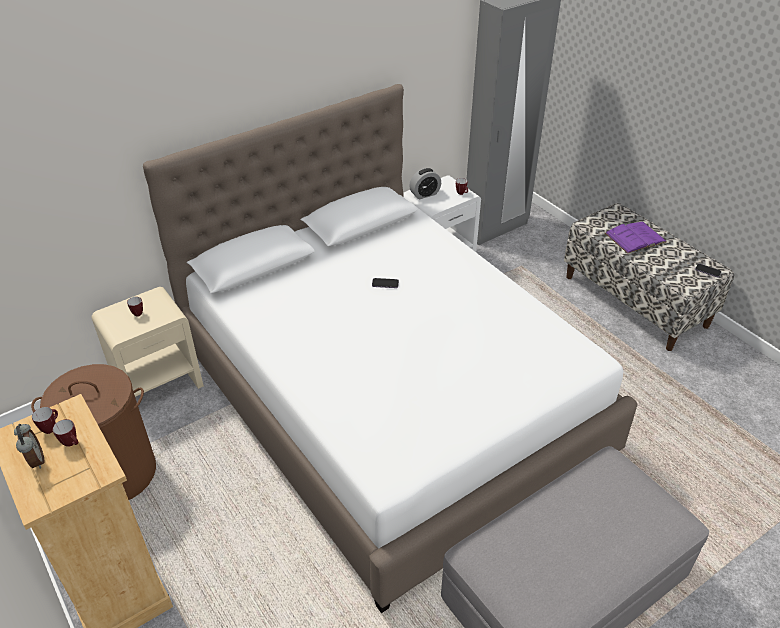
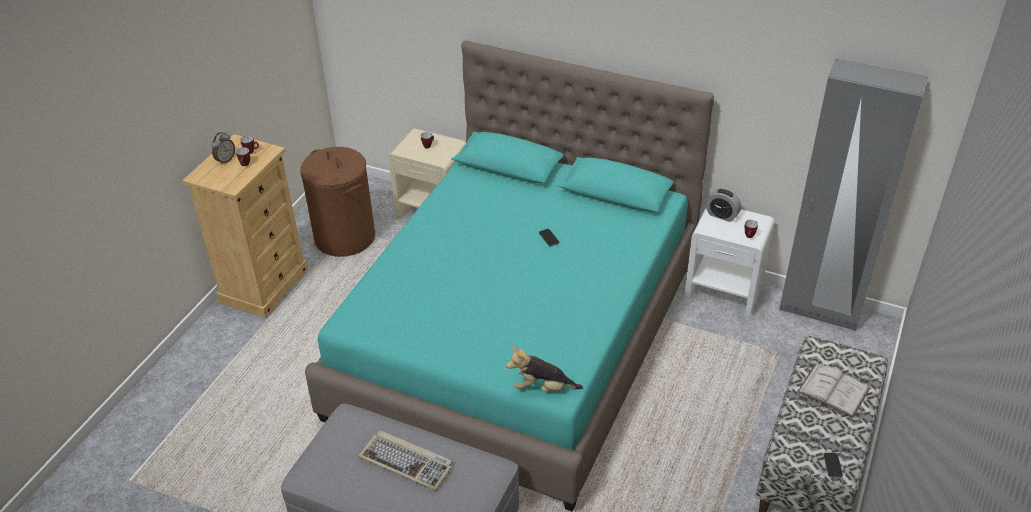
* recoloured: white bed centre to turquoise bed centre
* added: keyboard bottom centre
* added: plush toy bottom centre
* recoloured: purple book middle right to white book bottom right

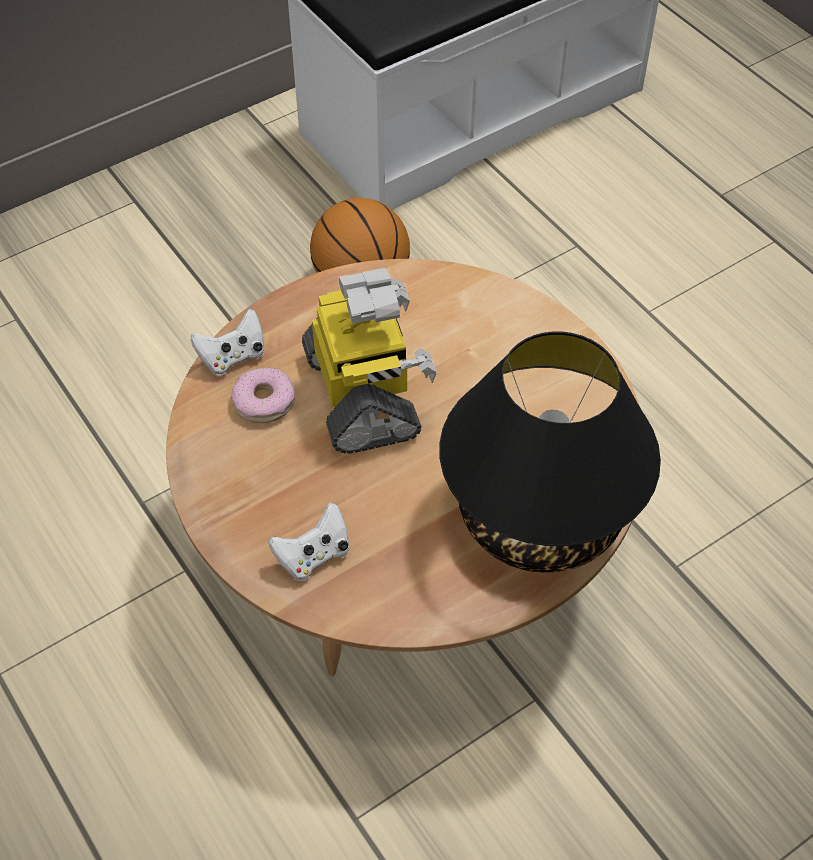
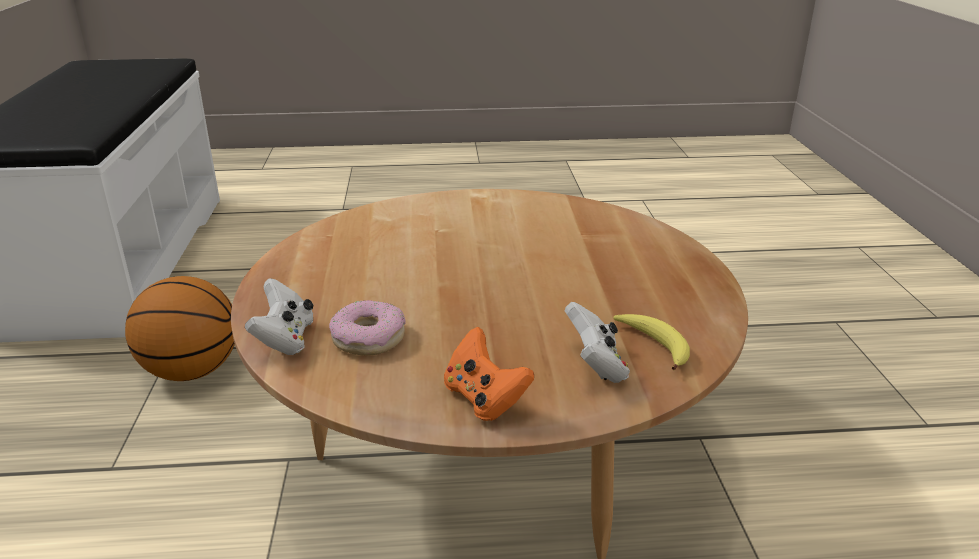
* added: orange game controller bottom centre
* added: banana centre
* removed: toy robot centre
* removed: black table lamp middle right

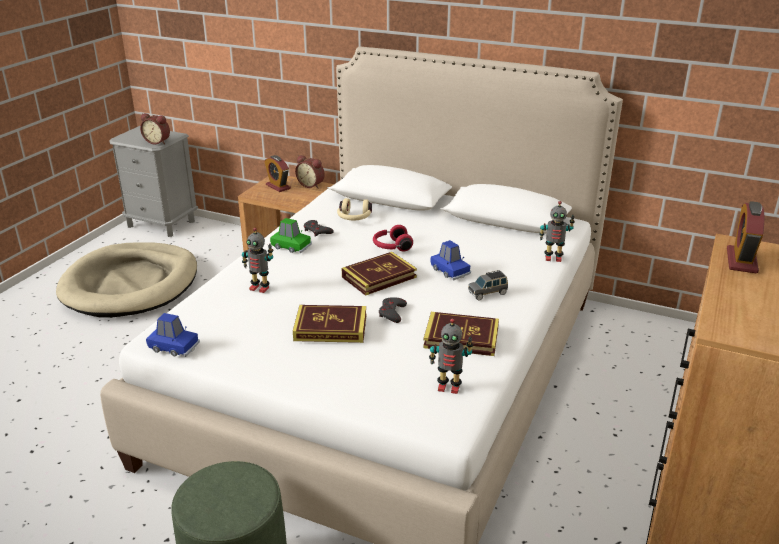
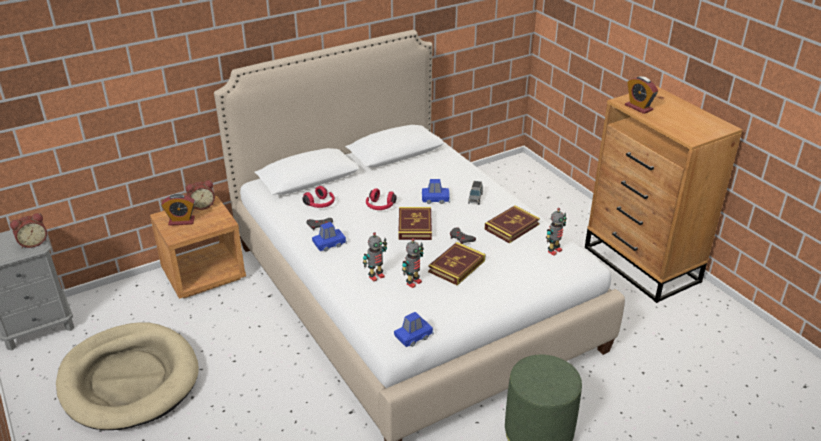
* recoloured: beige headphones centre to red headphones (1st from left) centre
* recoloured: green toy car centre to blue toy car (1st from left) centre
* moved: toy robot (3rd from left in the first image) middle right to toy robot (2nd from left) centre

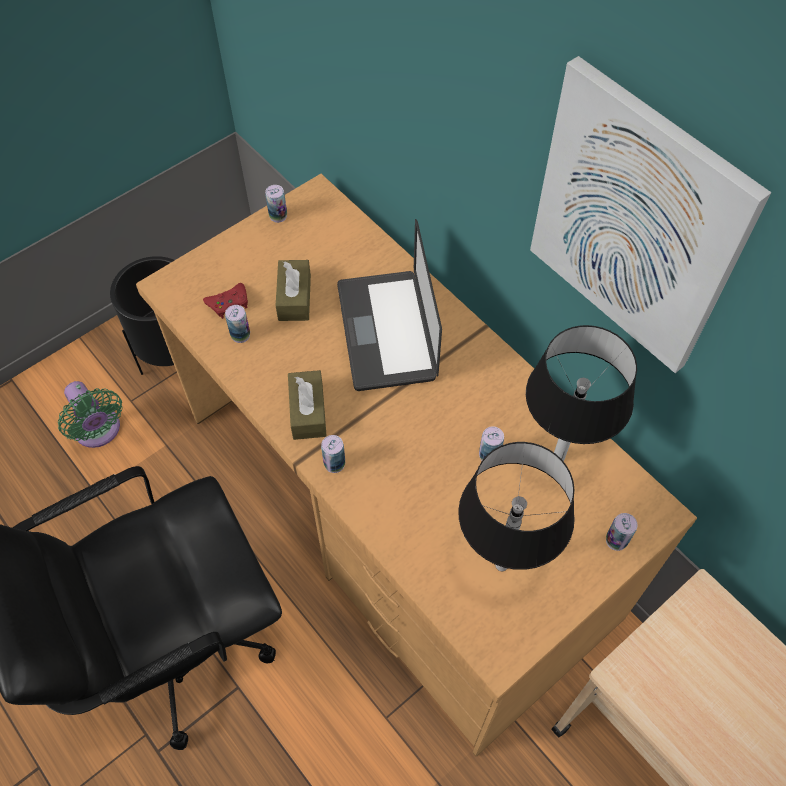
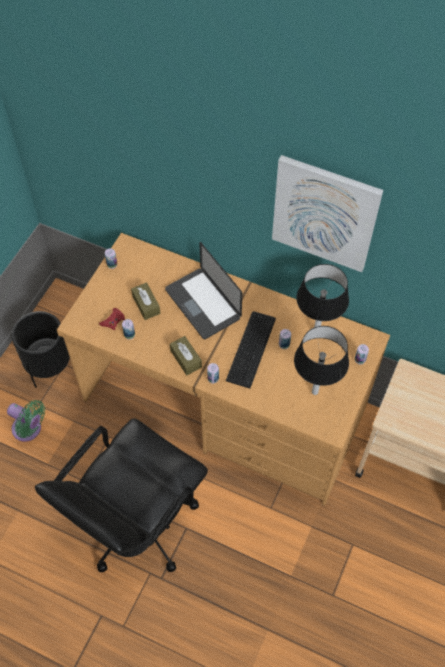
* added: keyboard centre

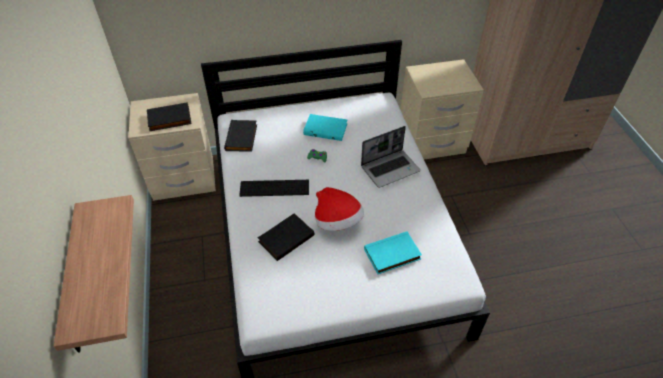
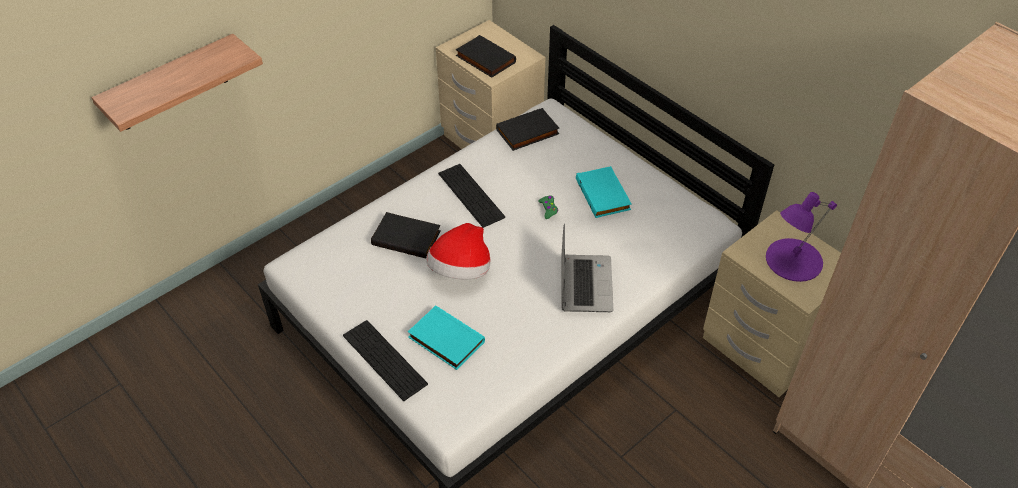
* added: keyboard (1st from left) bottom centre
* turned: laptop centre = centre 120 degrees counterclockwise
* added: purple table lamp middle right

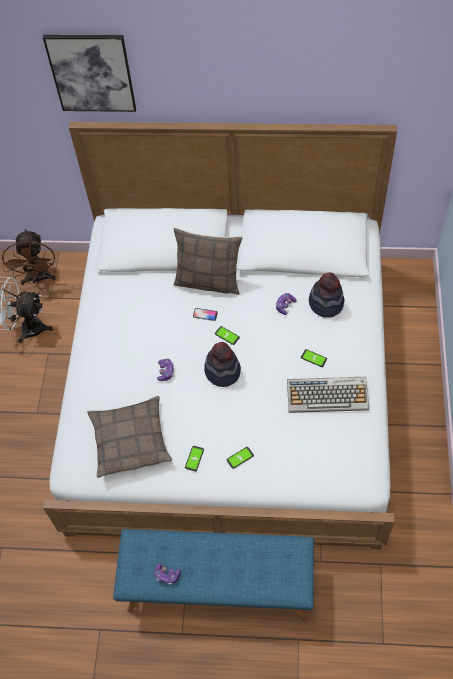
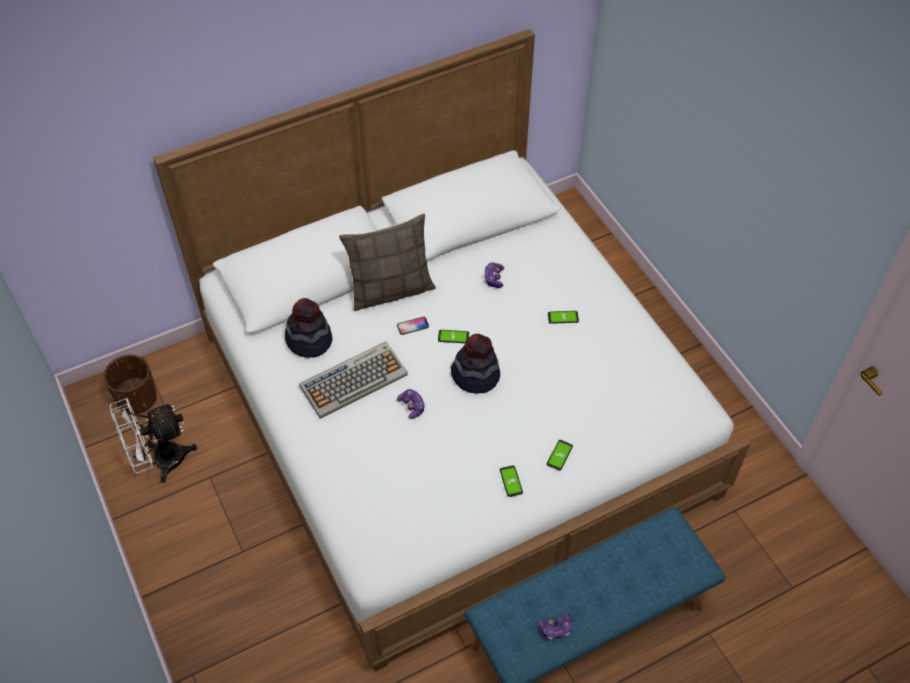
* replaced: brown fan middle left to brown planter middle left
* moved: hat (2nd from left in the first image) middle right to hat (1st from left) centre
* moved: keyboard middle right to centre
* removed: picture top left
* removed: pillow (1st from left) middle left

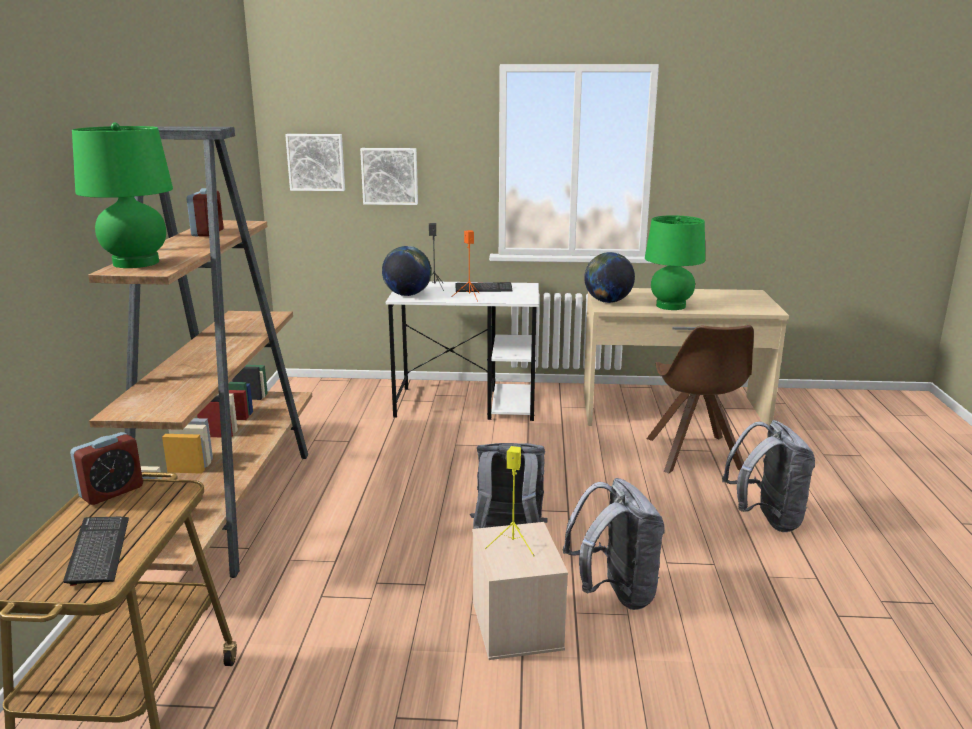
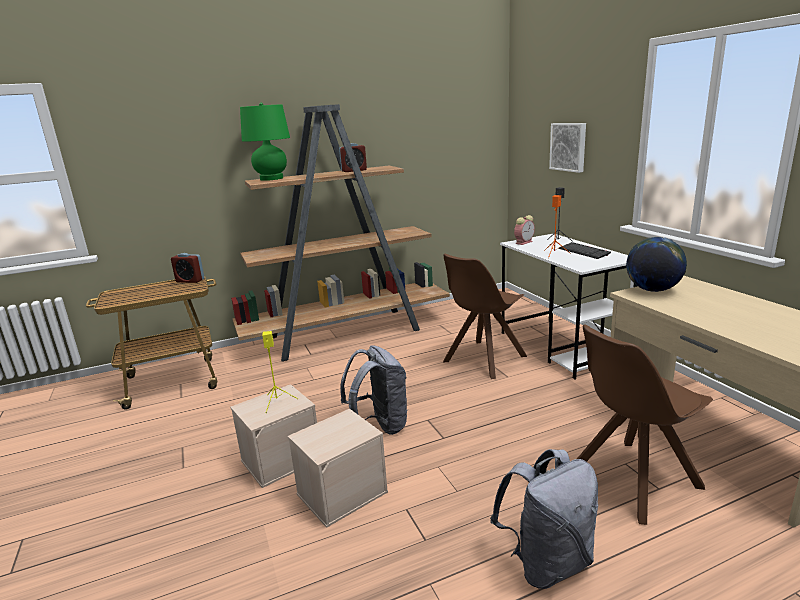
* replaced: grey backpack (2nd from left) bottom centre to beige storage box (2nd from left) bottom centre
* added: brown chair (1st from left) centre
* replaced: globe (1st from left) centre to alarm clock (3rd from left) centre
* removed: keyboard (1st from left) bottom left
* removed: picture (1st from left) top left
* removed: green table lamp (2nd from left) middle right

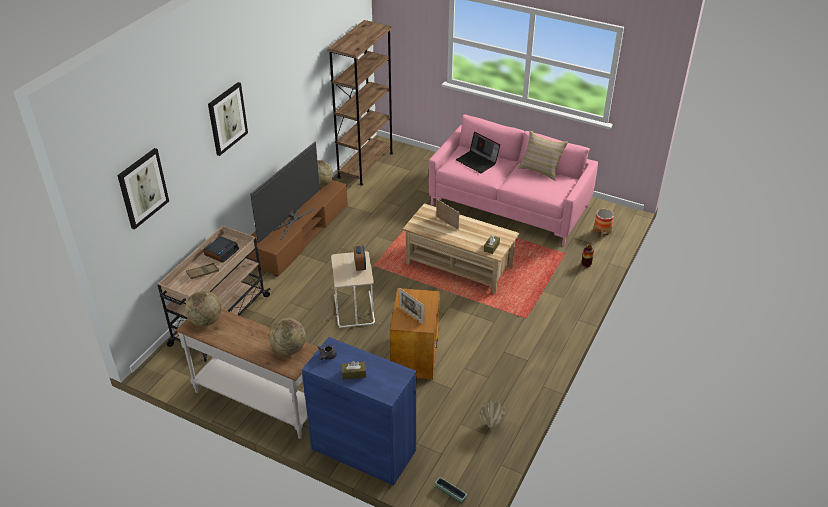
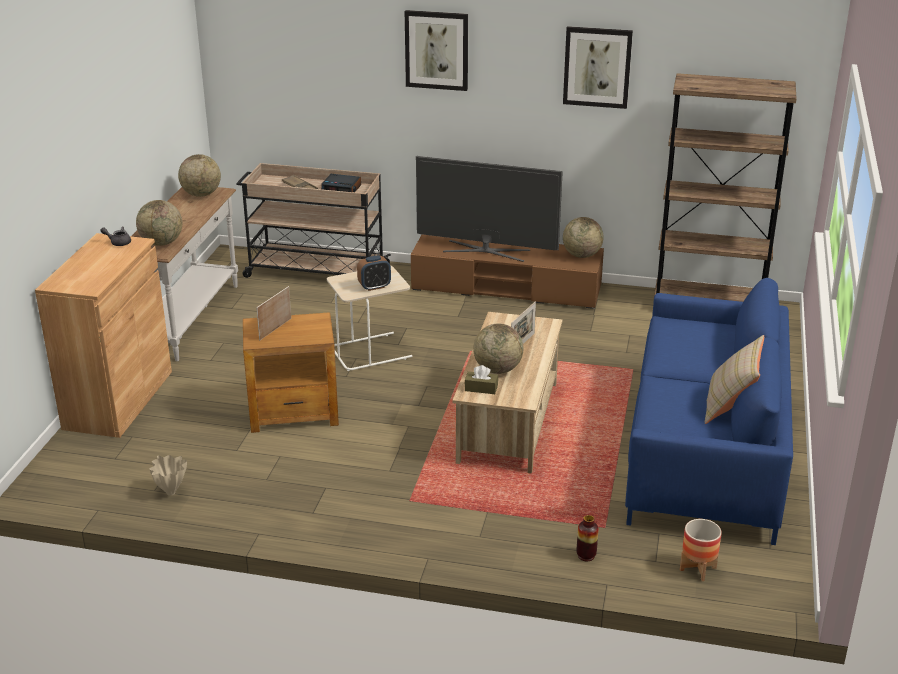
* recoloured: blue cabinet bottom centre to brown cabinet middle left
* added: globe (3rd from left) centre
* moved: picture (1st from left in the first image) middle left to picture (2nd from left) top centre
* recoloured: pink sofa centre to blue sofa middle right
* removed: brown tissue box (1st from left) bottom centre
* removed: planter (1st from left) bottom centre
* removed: laptop top centre

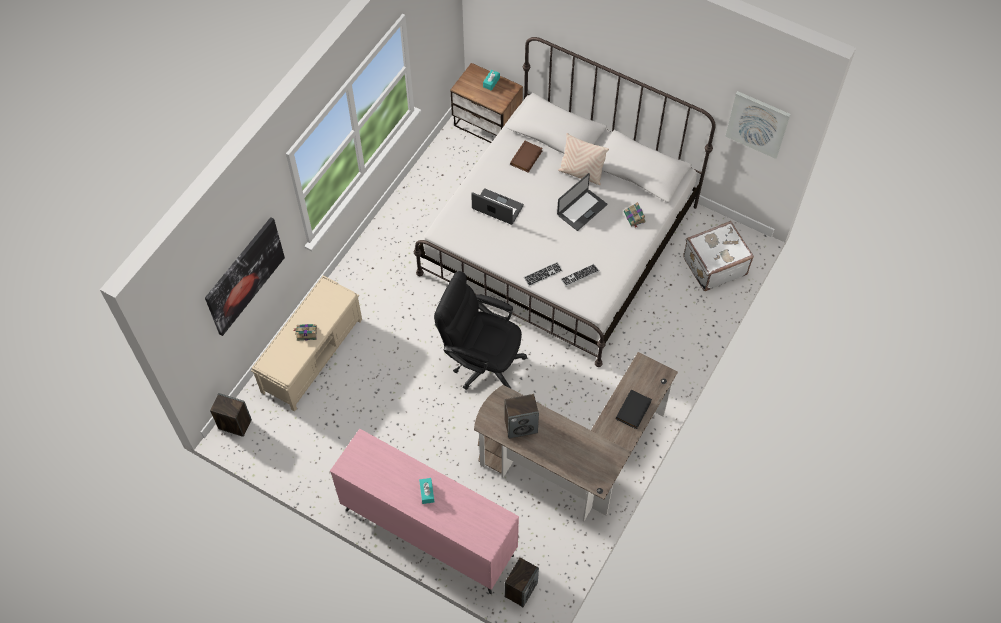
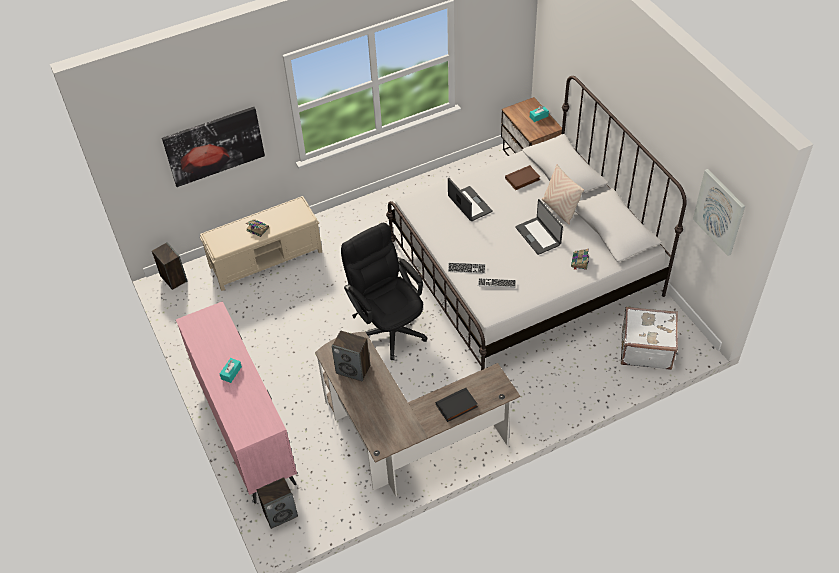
* turned: laptop (2nd from left) top centre = centre 75 degrees clockwise

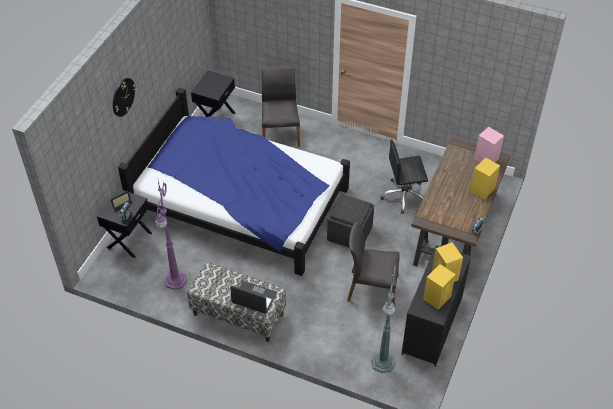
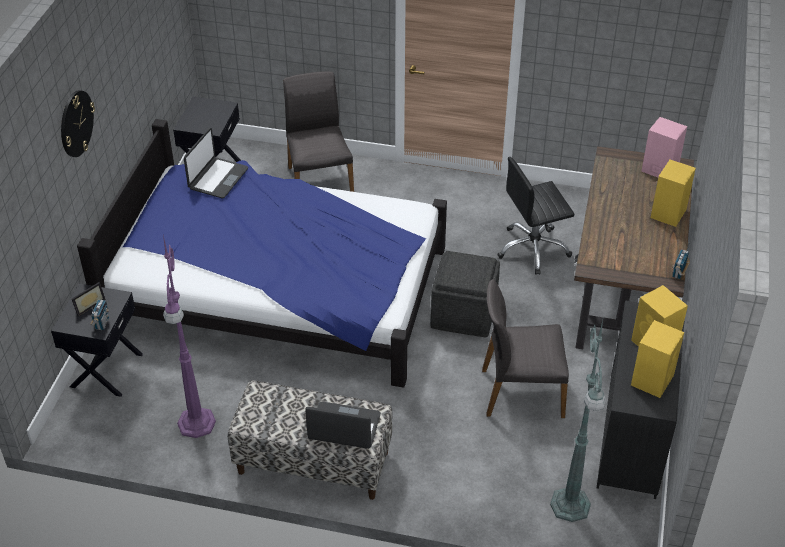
* added: laptop (1st from left) top left

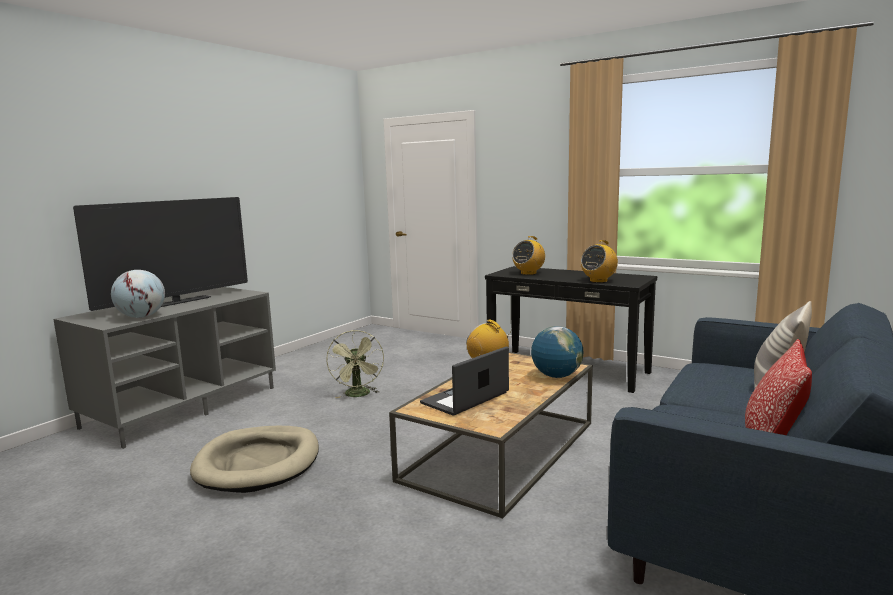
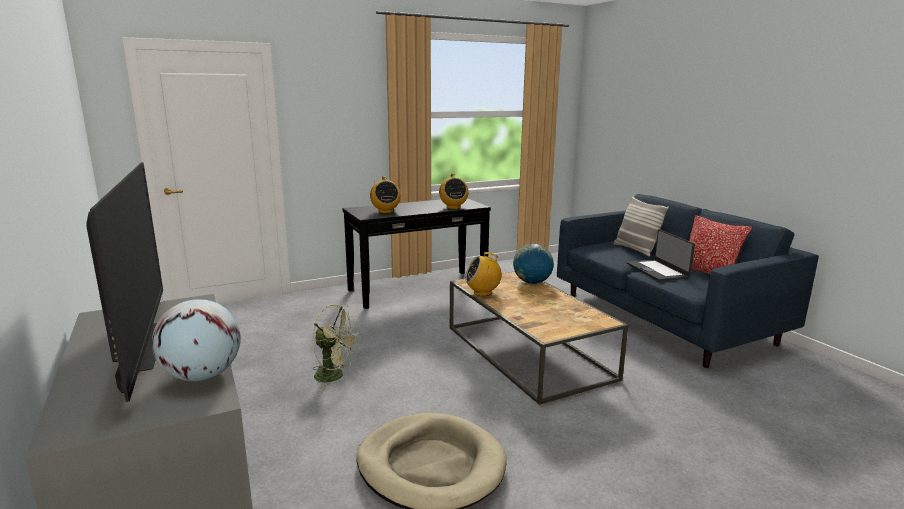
* moved: laptop centre to middle right

